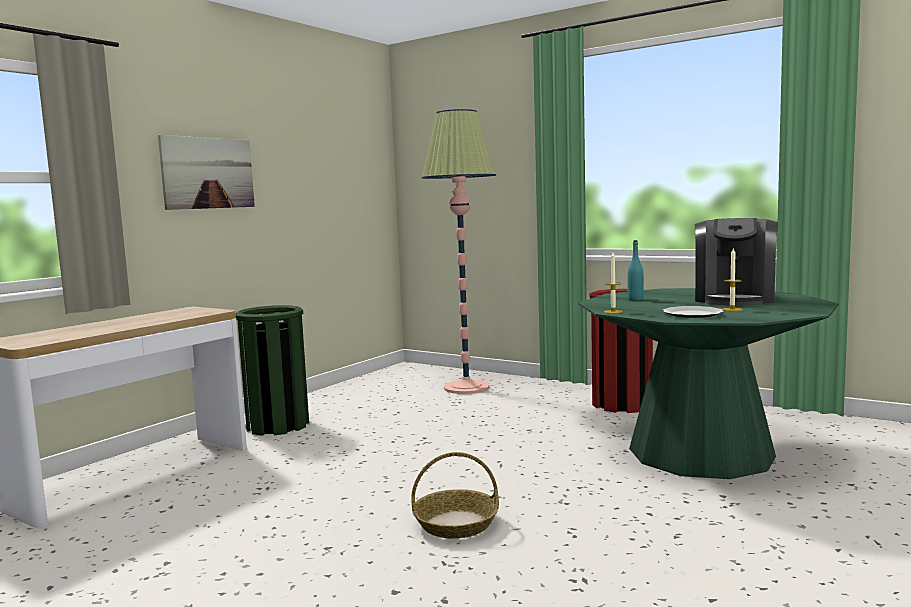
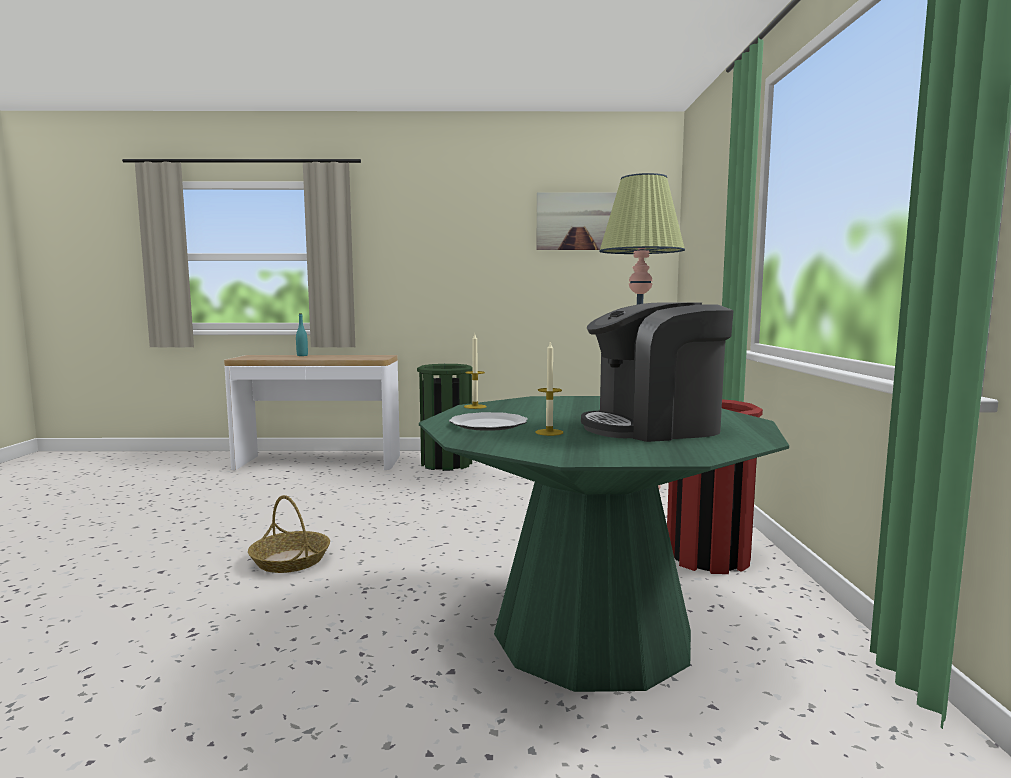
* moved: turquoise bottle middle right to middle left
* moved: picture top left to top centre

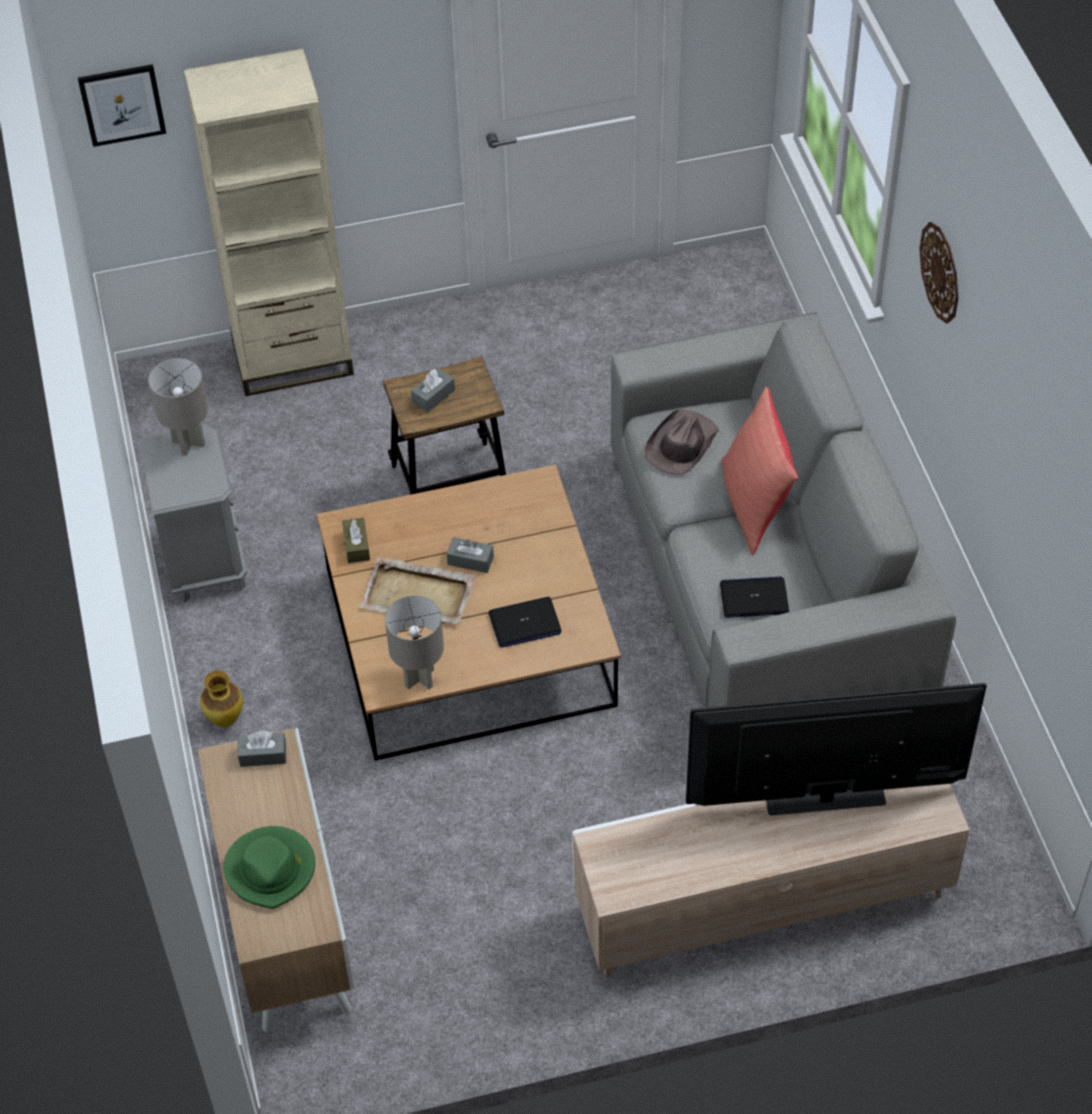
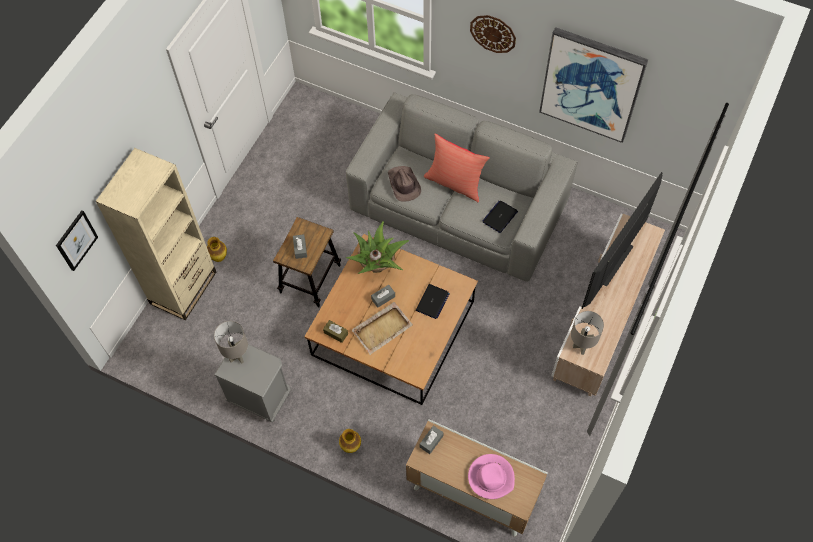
* added: vase (1st from left) middle left
* added: potted plant centre
* recoloured: green hat bottom left to pink hat bottom centre
* added: picture (2nd from left) top right
* moved: grey table lamp (2nd from left) centre to middle right

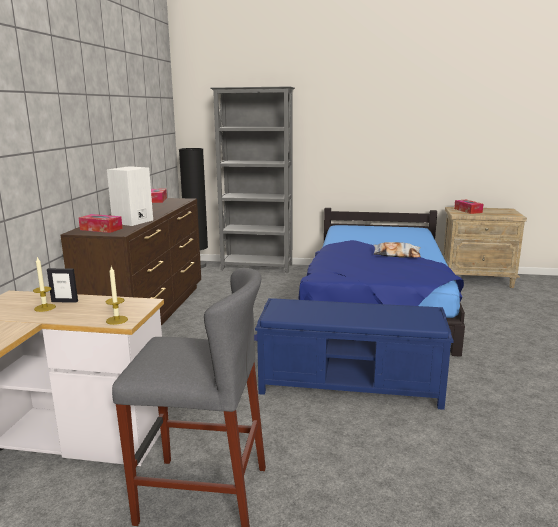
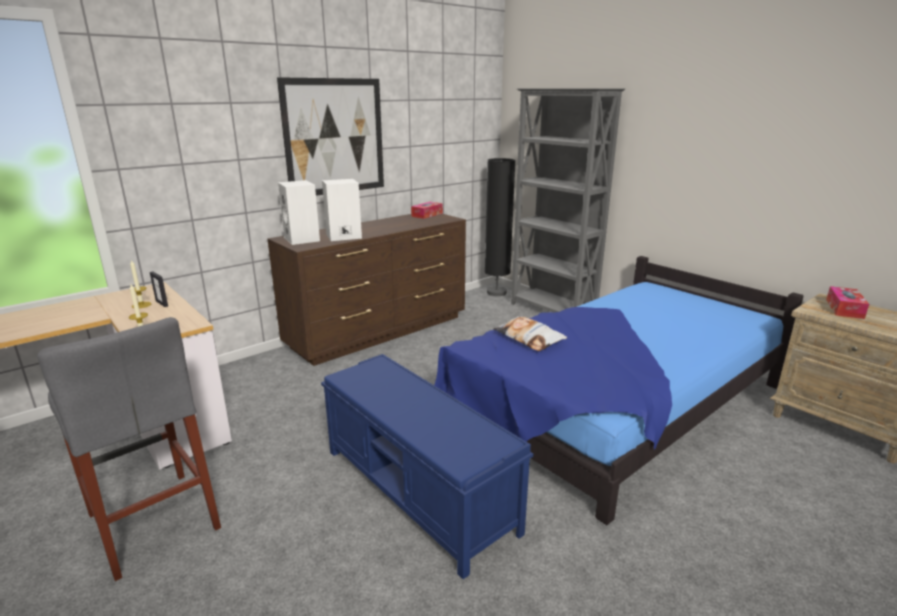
* added: picture top centre
* replaced: tissue box (1st from left) middle left to white speaker (1st from left) centre
* moved: pillow middle right to centre

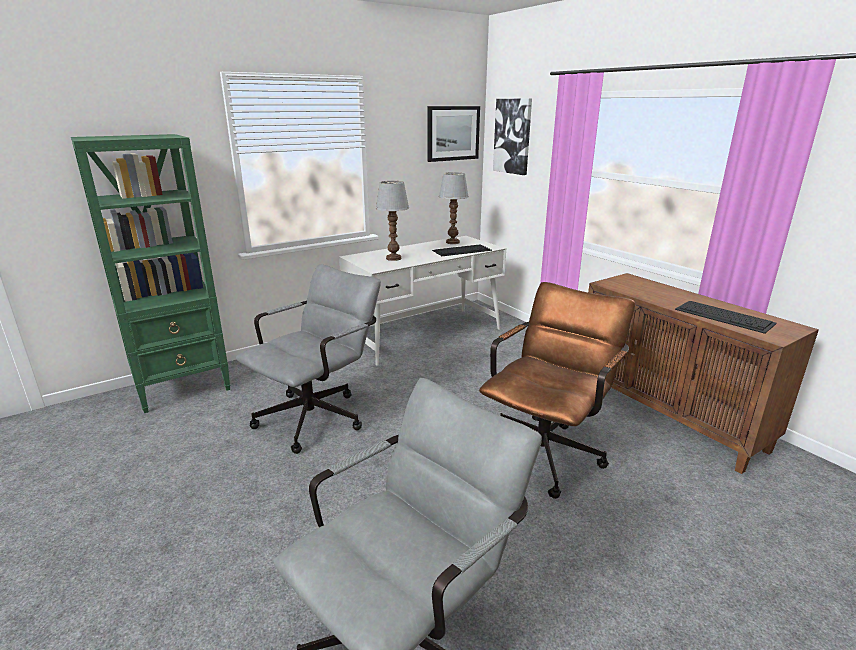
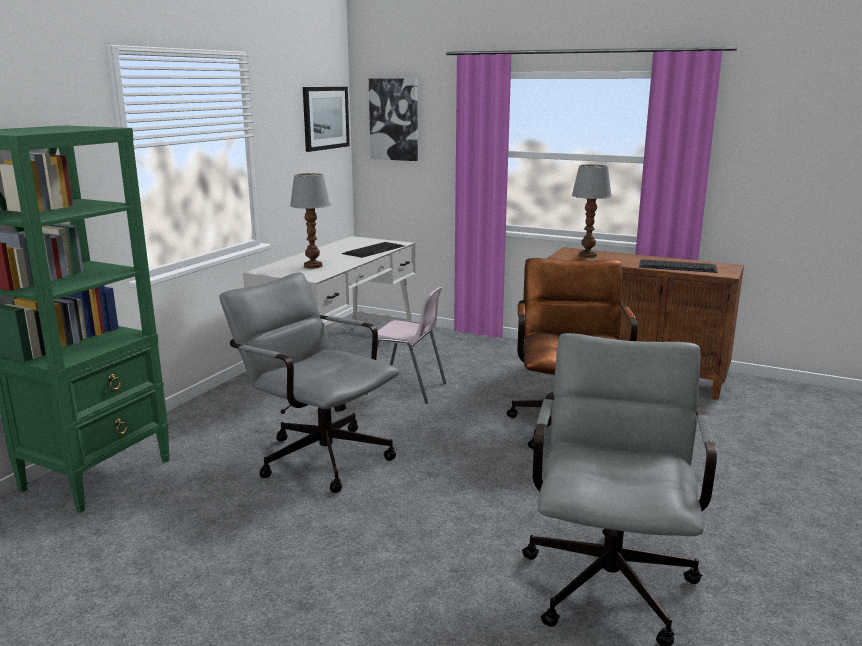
* turned: grey office chair (1st from left) centre = centre 60 degrees counterclockwise
* added: pink chair centre
* moved: table lamp (2nd from left) top centre to top right

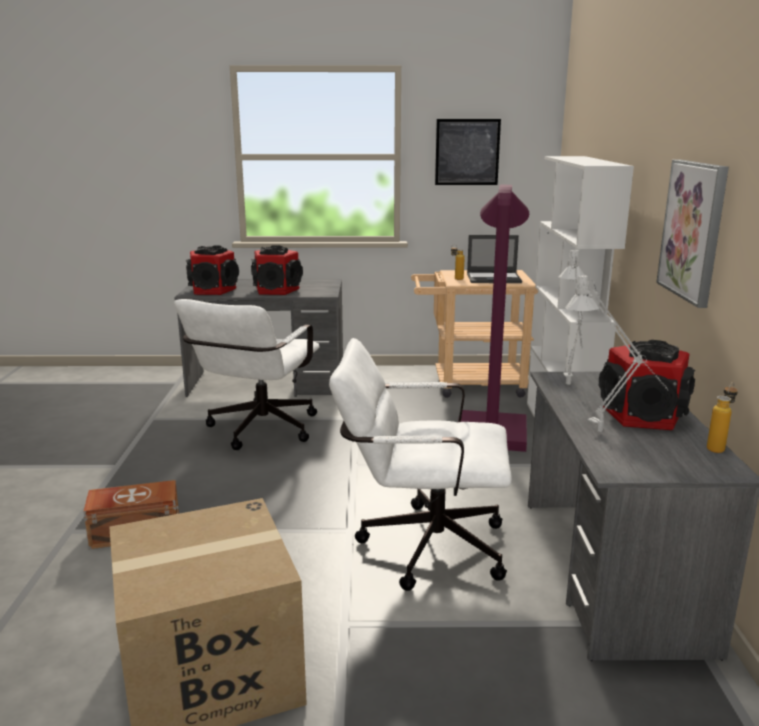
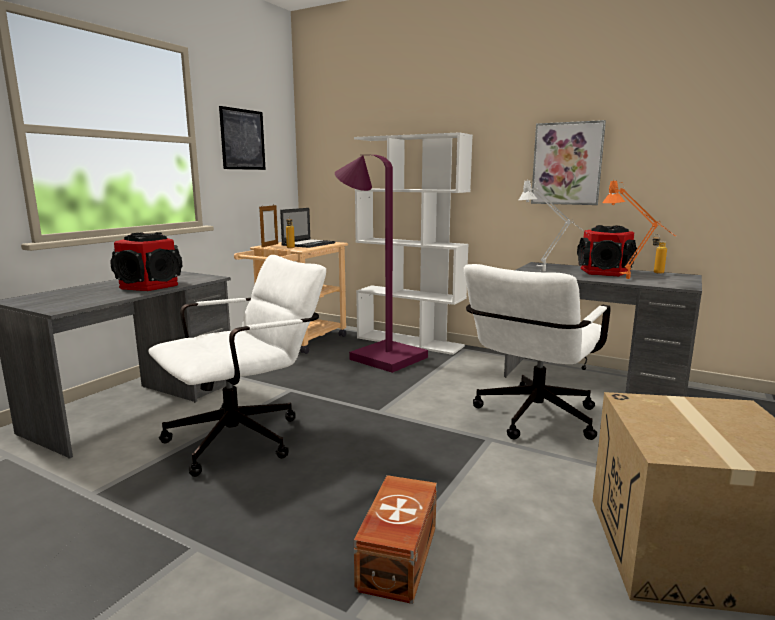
* turned: white office chair (1st from left) middle left = middle left 90 degrees counterclockwise
* added: picture frame centre
* recoloured: grey table lamp (2nd from left) middle right to orange table lamp middle right
* removed: speaker (1st from left) middle left

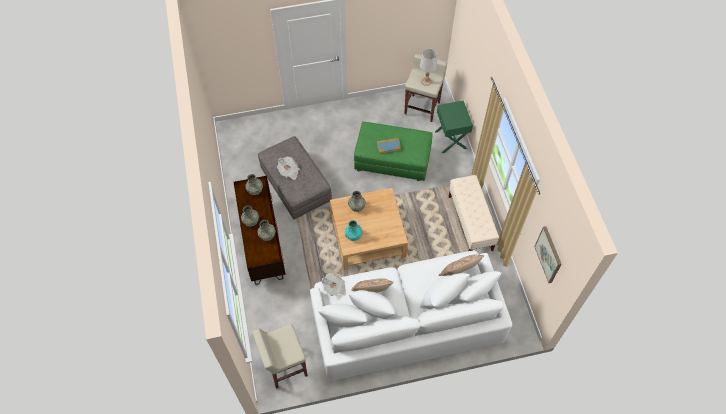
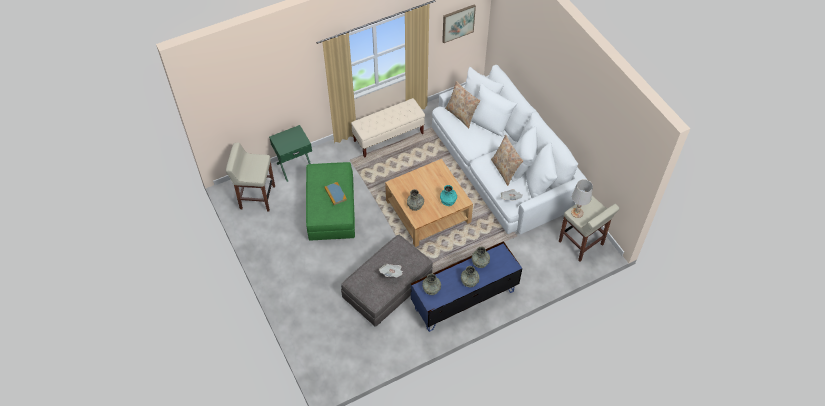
* recoloured: brown tv stand centre to blue tv stand bottom centre
* moved: white table lamp top centre to middle right

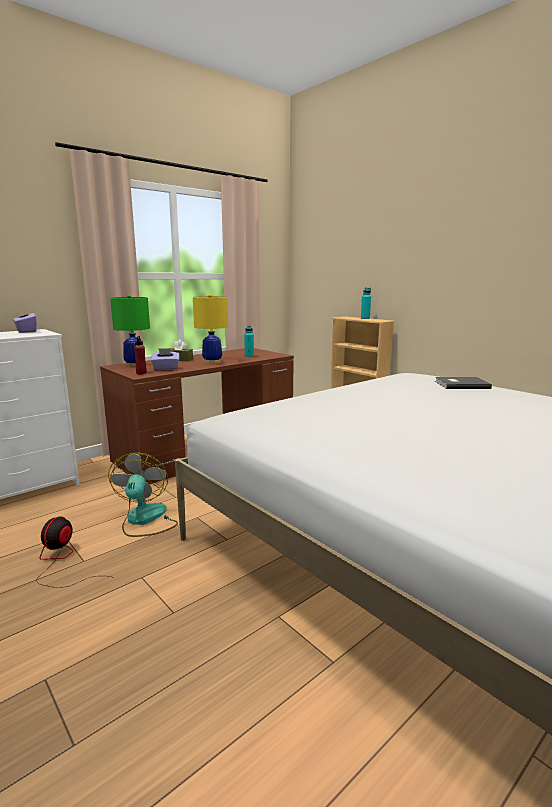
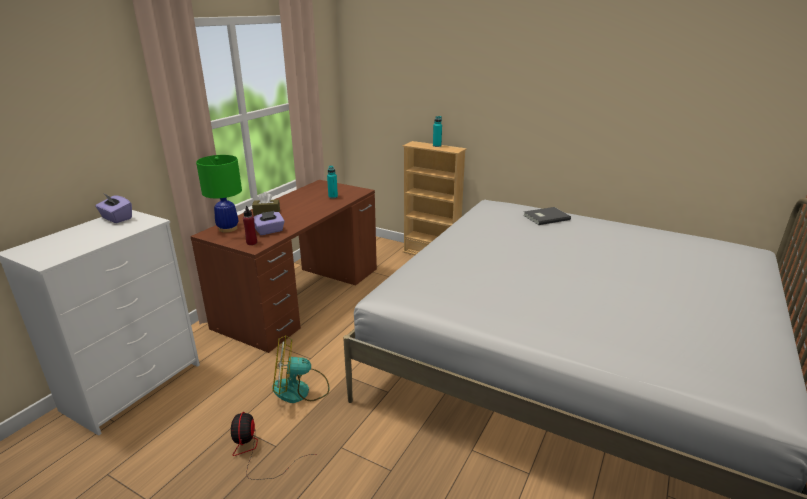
* turned: fan (2nd from left) middle left = bottom centre 75 degrees counterclockwise
* removed: yellow table lamp centre

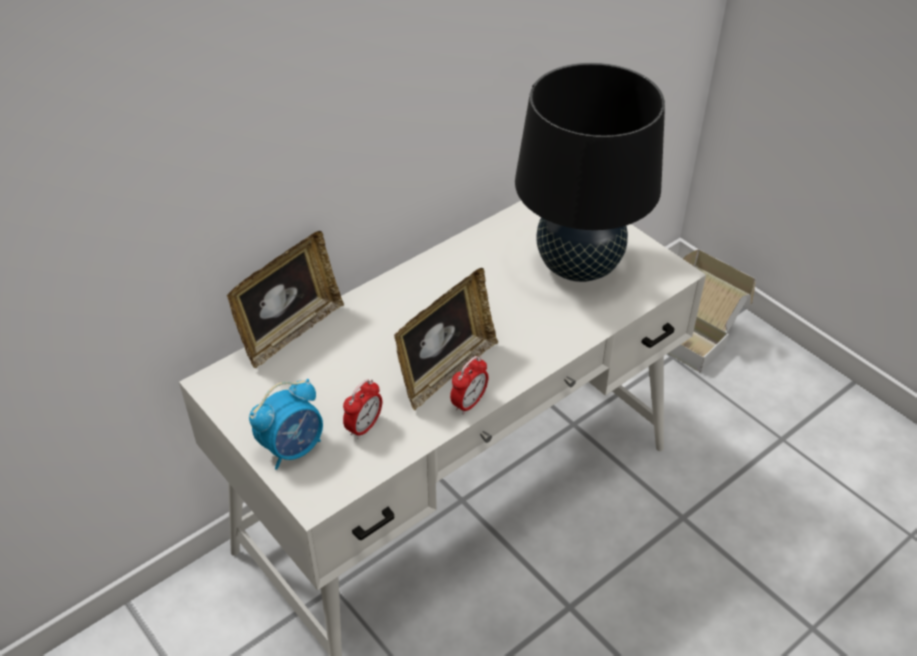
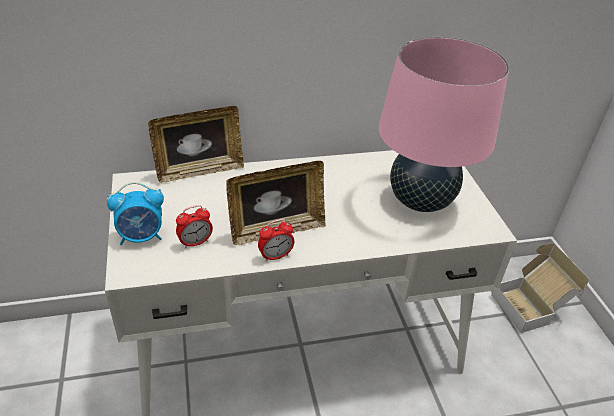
* recoloured: black table lamp top centre to pink table lamp top right

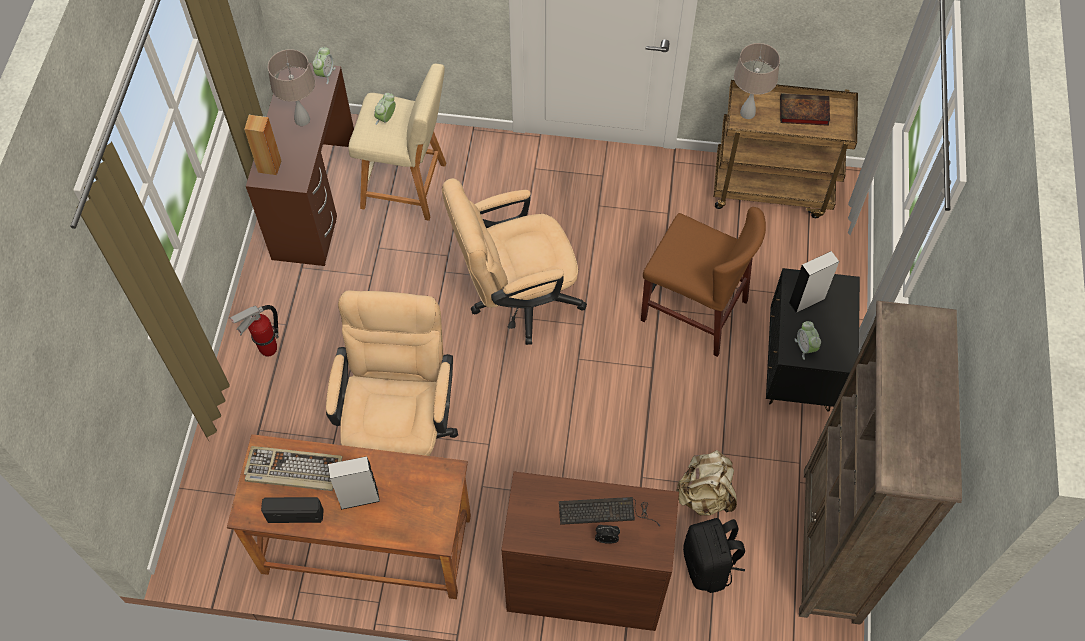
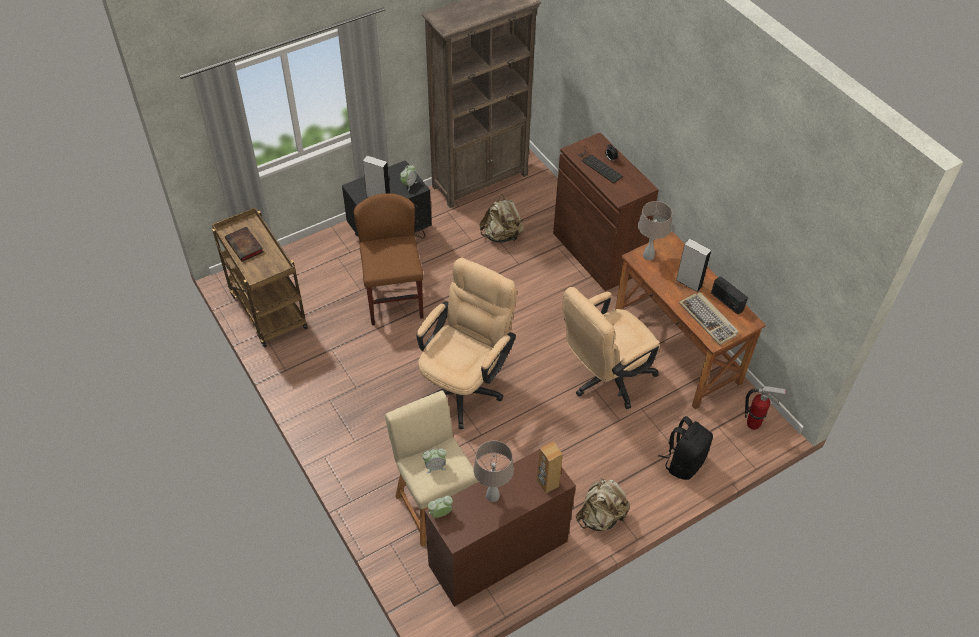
* turned: beige office chair (2nd from left in the first image) centre = centre 90 degrees counterclockwise
* added: beige backpack (2nd from left) bottom centre
* moved: beige table lamp (2nd from left) top right to middle right
* moved: black backpack bottom centre to bottom right
* moved: fire extinguisher middle left to middle right

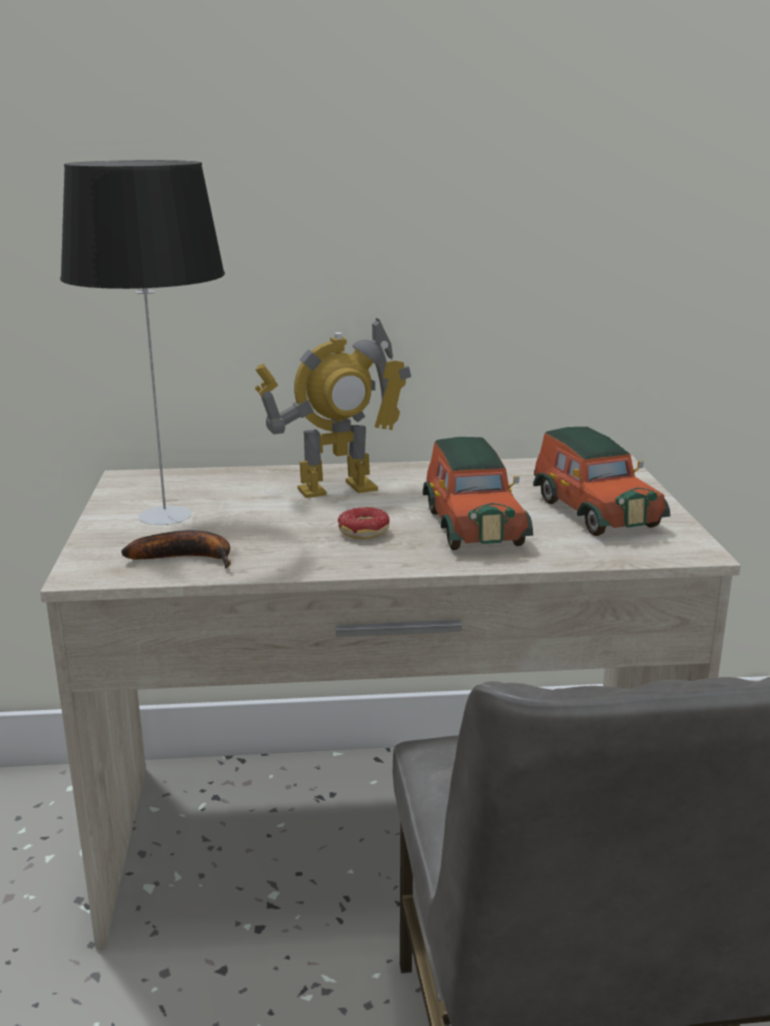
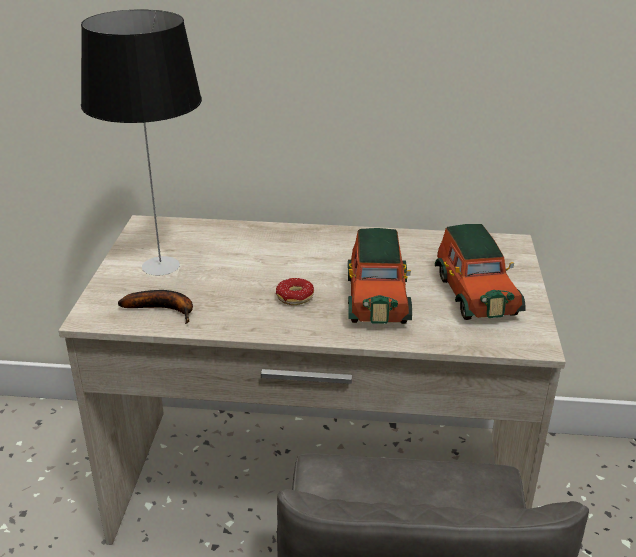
* removed: toy robot centre

